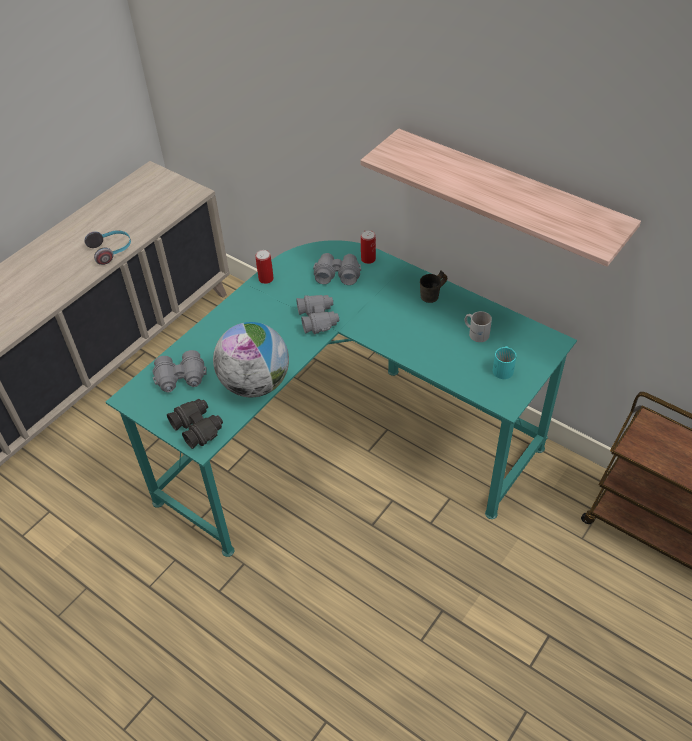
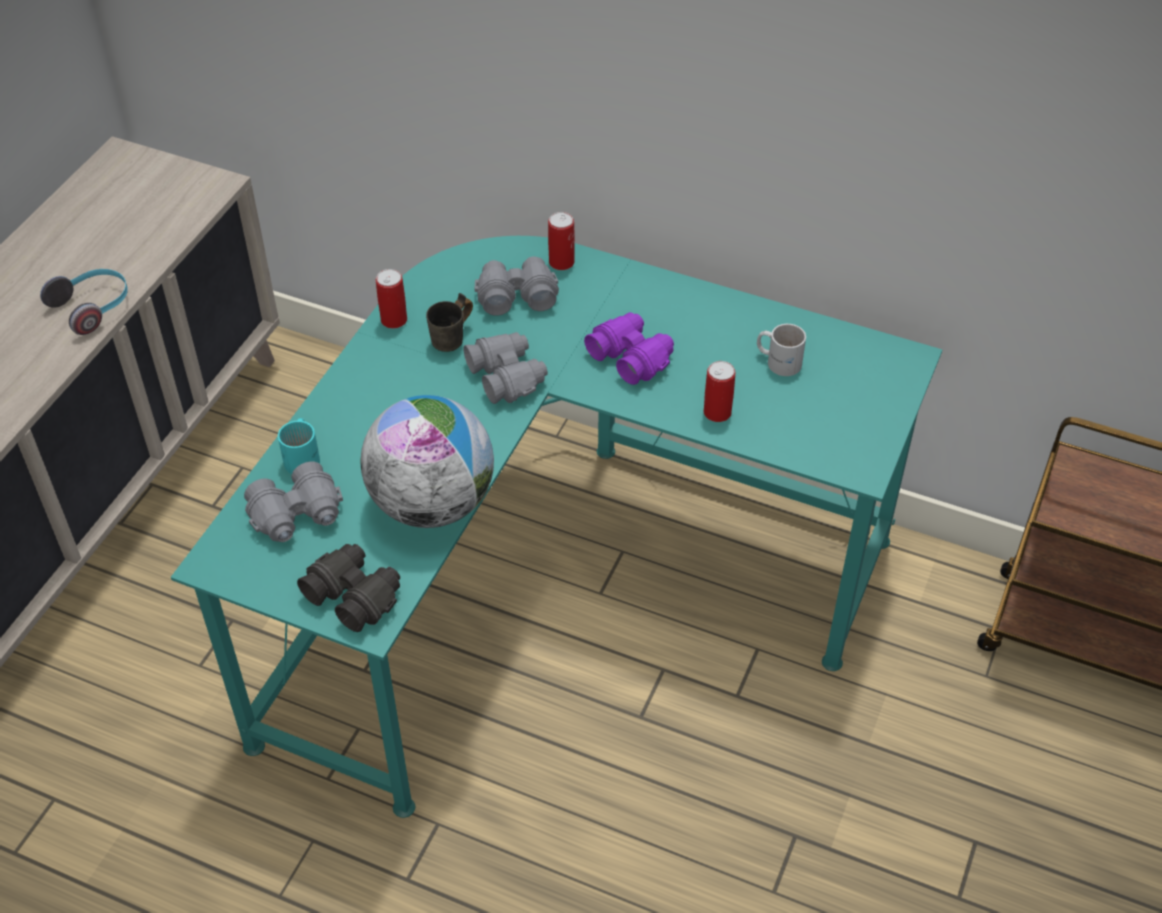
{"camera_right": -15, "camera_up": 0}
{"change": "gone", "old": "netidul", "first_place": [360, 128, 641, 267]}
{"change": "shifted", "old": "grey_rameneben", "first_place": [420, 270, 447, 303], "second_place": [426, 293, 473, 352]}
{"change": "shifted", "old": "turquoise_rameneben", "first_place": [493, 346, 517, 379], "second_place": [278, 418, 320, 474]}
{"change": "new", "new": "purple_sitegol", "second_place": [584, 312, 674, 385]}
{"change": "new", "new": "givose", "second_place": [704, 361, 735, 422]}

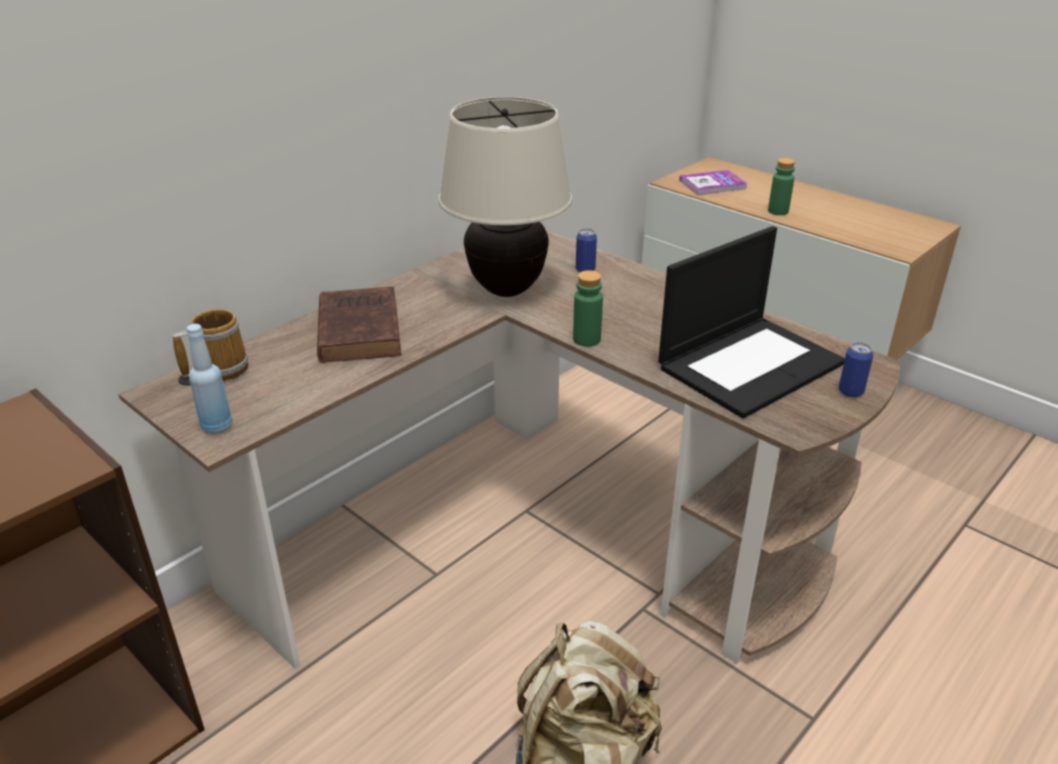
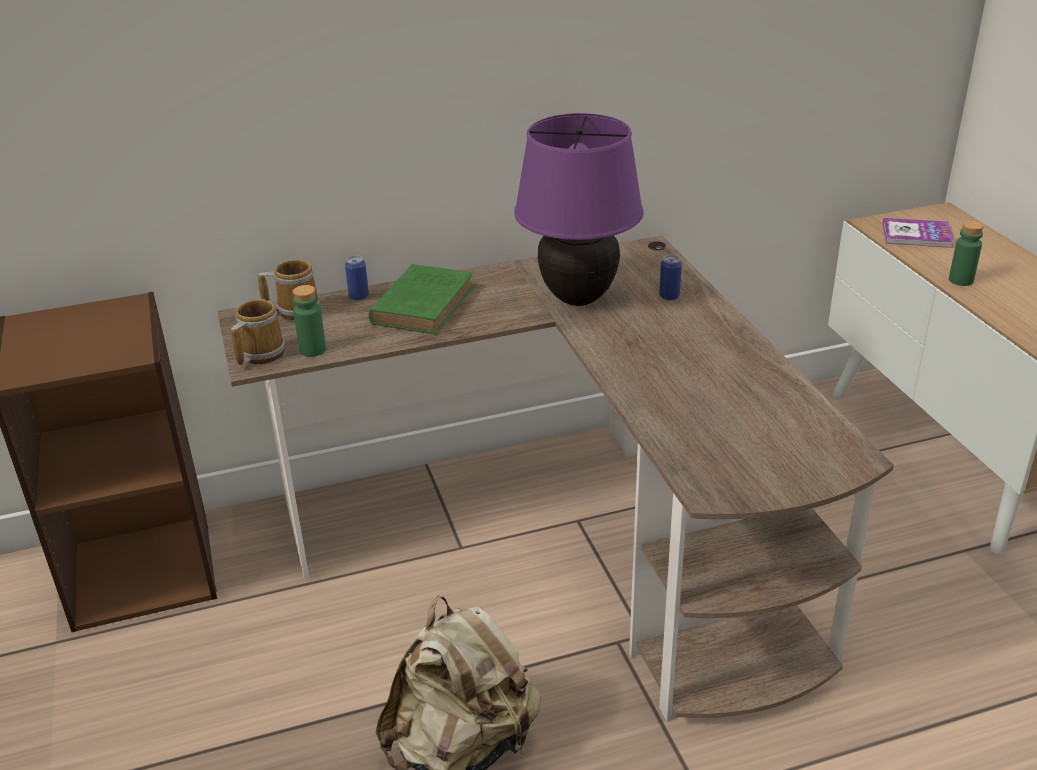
{"camera_right": 30, "camera_up": 0}
{"change": "swapped", "old": "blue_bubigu", "new": "rameneben", "first_place": [187, 324, 232, 434], "second_place": [231, 299, 285, 366]}
{"change": "repainted", "old": "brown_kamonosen", "new": "green_kamonosen", "first_place": [317, 287, 401, 363], "second_place": [369, 264, 474, 334]}
{"change": "repainted", "old": "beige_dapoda", "new": "purple_dapoda", "first_place": [439, 97, 572, 297], "second_place": [514, 113, 644, 306]}
{"change": "shifted", "old": "green_bubigu", "first_place": [573, 270, 603, 347], "second_place": [293, 285, 326, 357]}
{"change": "gone", "old": "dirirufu", "first_place": [658, 226, 845, 418]}
{"change": "shifted", "old": "givose", "first_place": [839, 342, 873, 398], "second_place": [345, 255, 369, 301]}

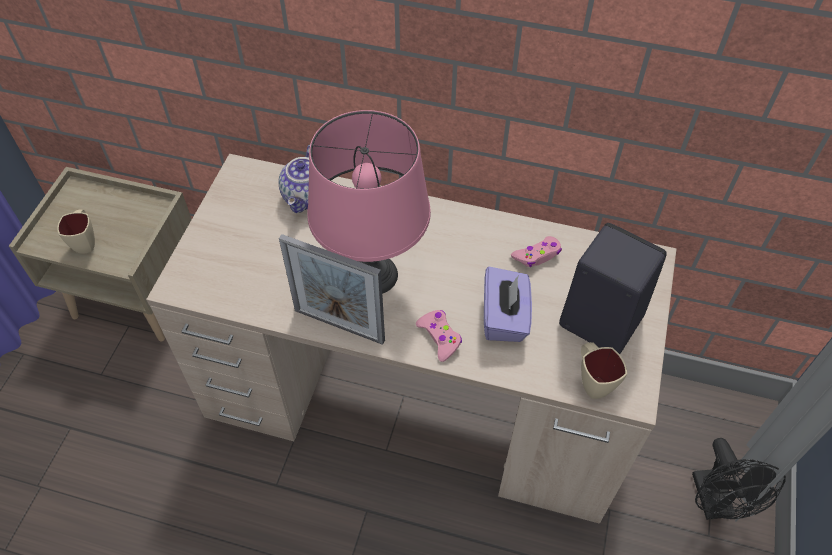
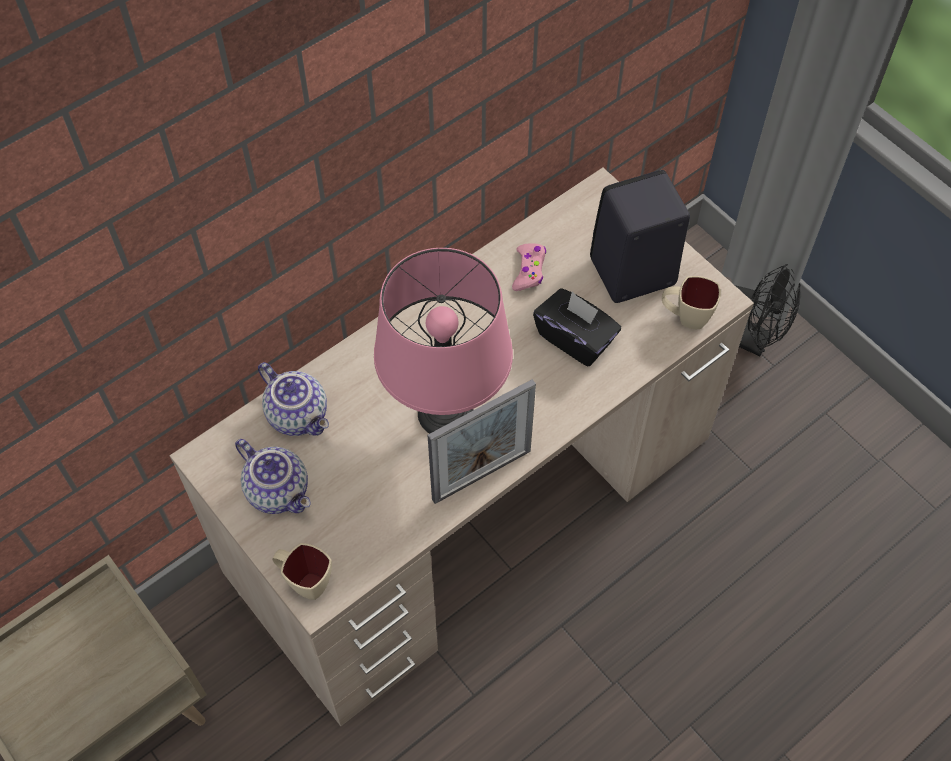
{"camera_right": -55, "camera_up": 5}
{"change": "shifted", "old": "beige_rameneben", "first_place": [57, 209, 95, 254], "second_place": [272, 543, 332, 600]}
{"change": "gone", "old": "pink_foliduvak", "first_place": [416, 310, 462, 362]}
{"change": "repainted", "old": "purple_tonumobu", "new": "black_tonumobu", "first_place": [484, 267, 532, 342], "second_place": [533, 288, 621, 367]}
{"change": "new", "new": "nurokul", "second_place": [235, 439, 311, 514]}

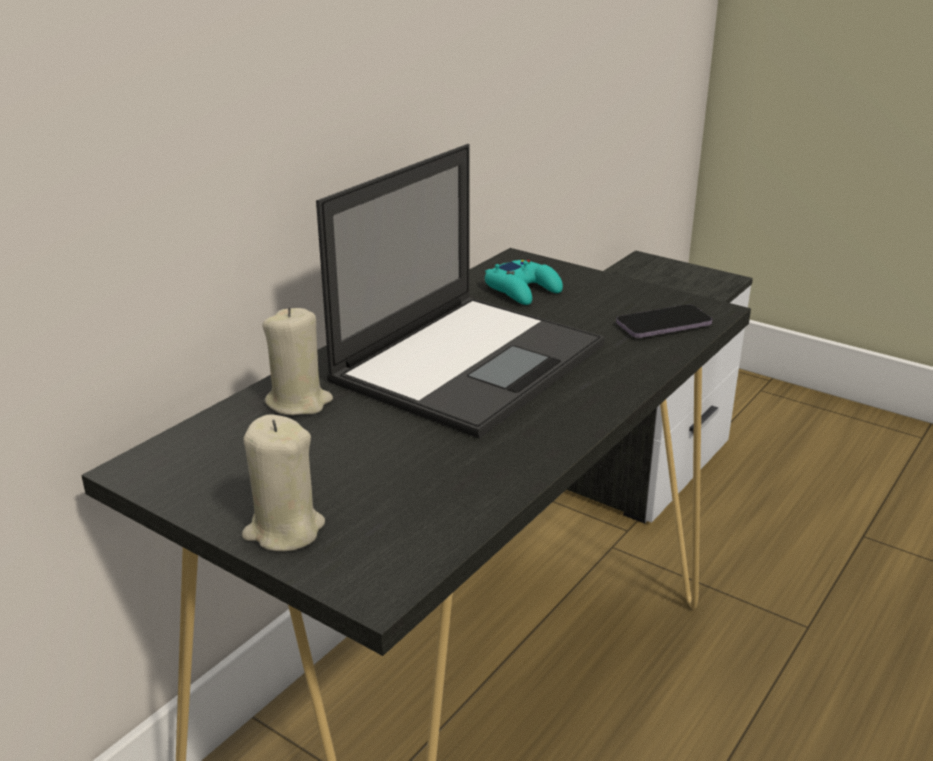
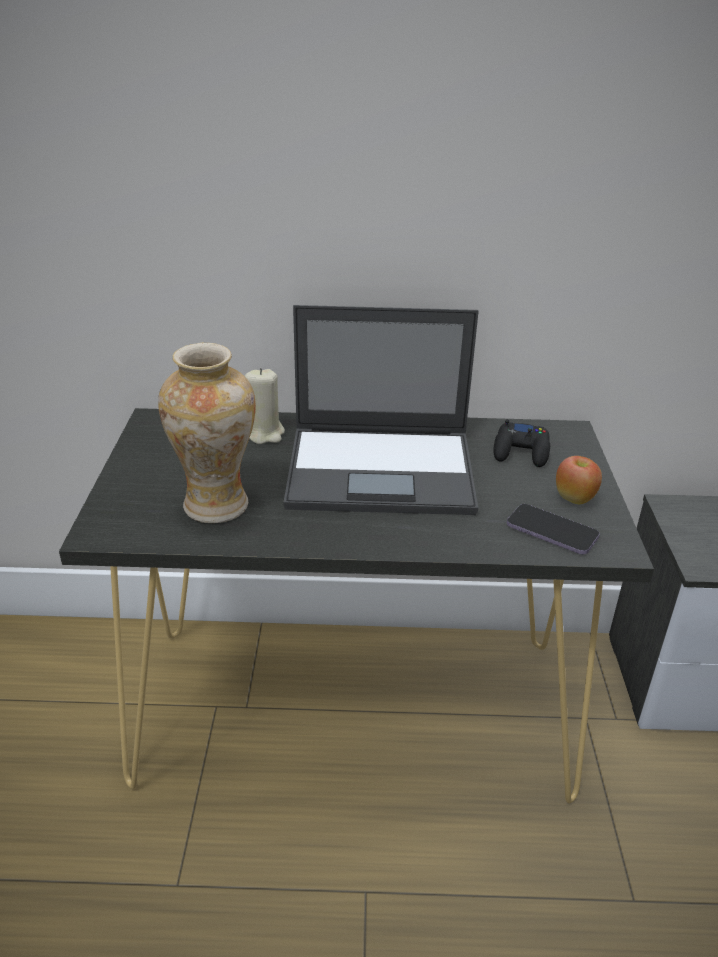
{"camera_right": 55, "camera_up": 5}
{"change": "gone", "old": "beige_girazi", "first_place": [242, 414, 325, 551]}
{"change": "repainted", "old": "turquoise_foliduvak", "new": "black_foliduvak", "first_place": [485, 260, 563, 305], "second_place": [493, 420, 550, 467]}
{"change": "new", "new": "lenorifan", "second_place": [158, 343, 256, 523]}
{"change": "new", "new": "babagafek", "second_place": [556, 456, 602, 504]}

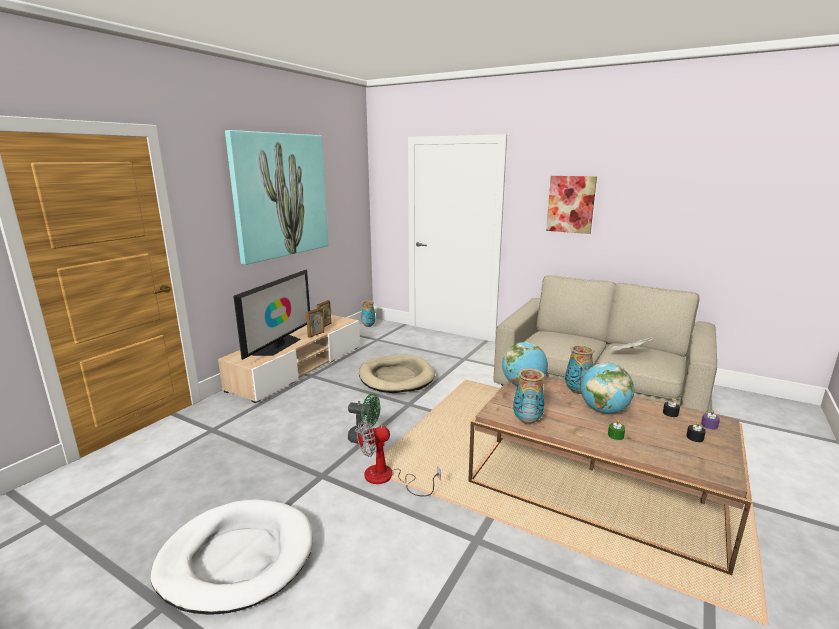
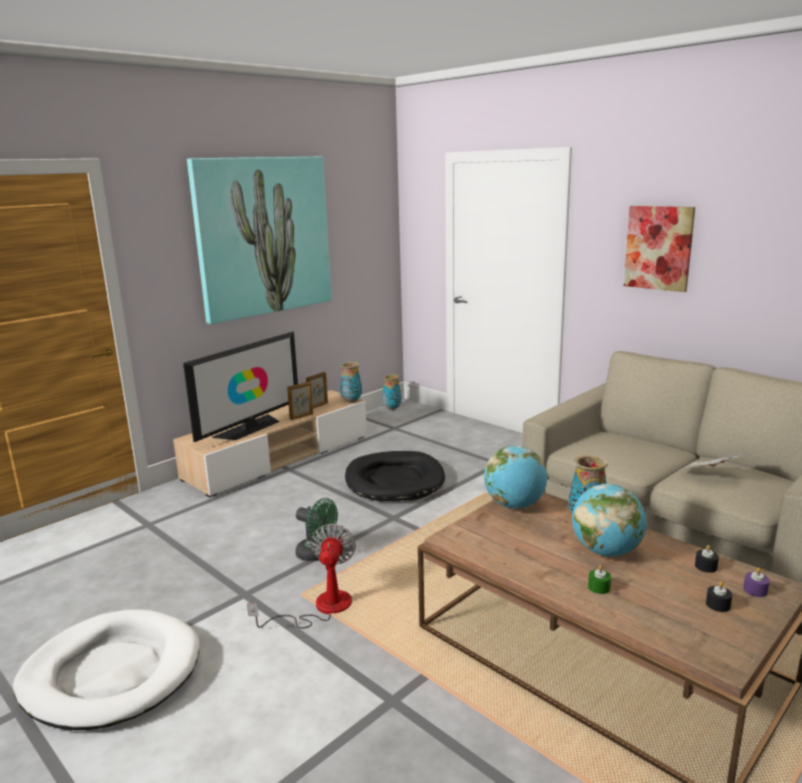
{"camera_right": 15, "camera_up": 0}
{"change": "rotated", "old": "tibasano", "first_place": [357, 420, 441, 496], "second_place": [247, 524, 356, 629], "degrees": 105}
{"change": "repainted", "old": "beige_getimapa", "new": "black_getimapa", "first_place": [359, 355, 435, 393], "second_place": [345, 451, 445, 502]}
{"change": "shifted", "old": "lenorifan", "first_place": [513, 368, 545, 424], "second_place": [340, 362, 362, 403]}

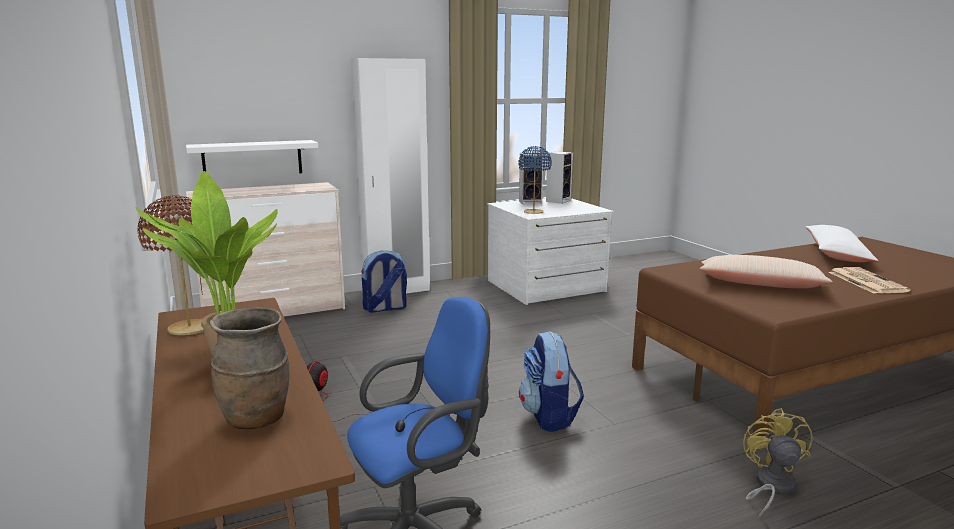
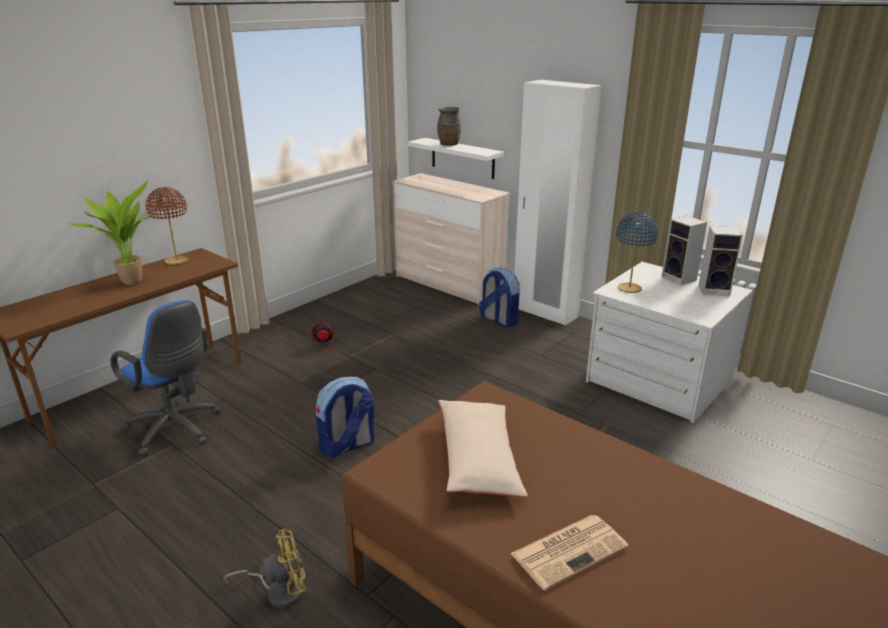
{"camera_right": 65, "camera_up": 10}
{"change": "shifted", "old": "brown_lenorifan", "first_place": [210, 307, 290, 429], "second_place": [437, 107, 461, 146]}
{"change": "gone", "old": "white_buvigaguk", "first_place": [805, 225, 878, 262]}

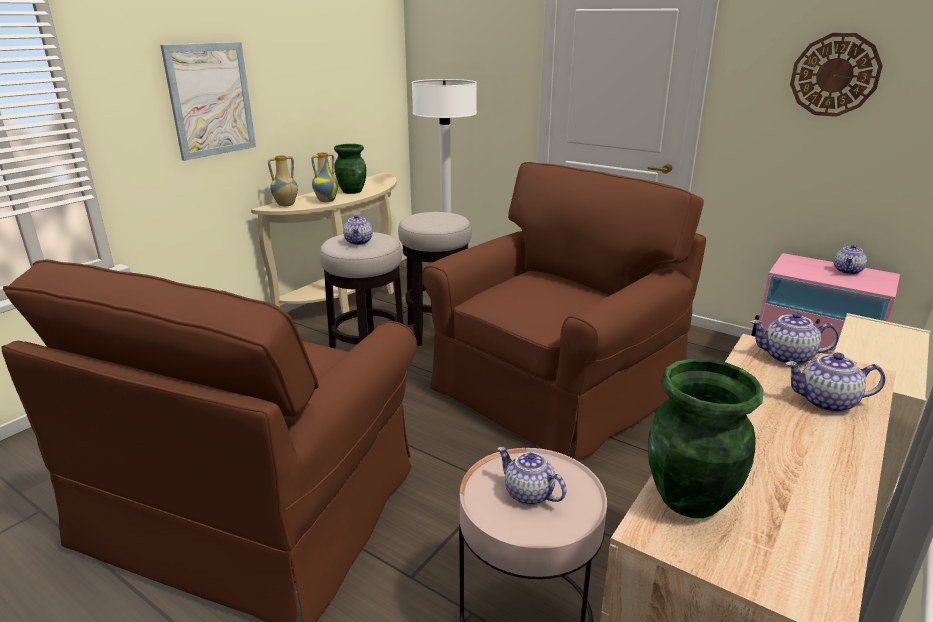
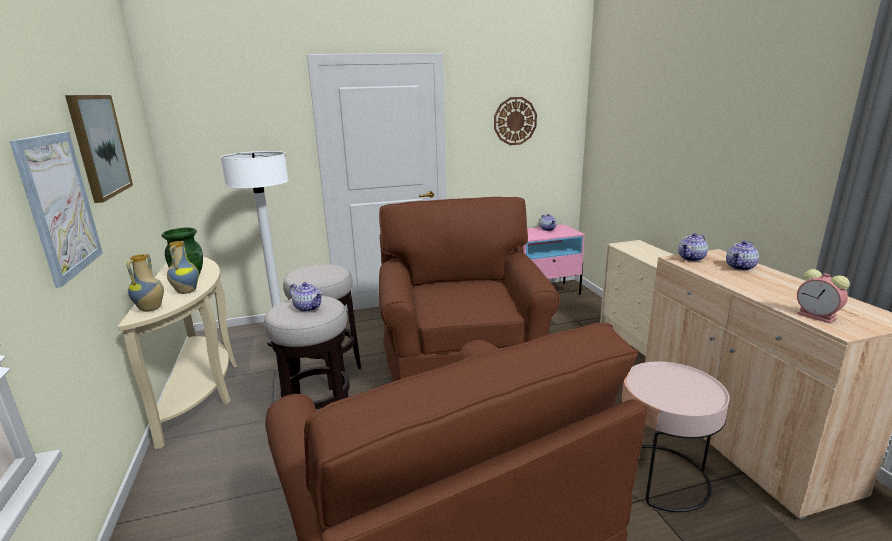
{"camera_right": -50, "camera_up": -5}
{"change": "gone", "old": "nurokul", "first_place": [497, 447, 567, 505]}
{"change": "swapped", "old": "green_lenorifan", "new": "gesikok", "first_place": [648, 358, 763, 518], "second_place": [797, 269, 850, 324]}
{"change": "new", "new": "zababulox", "second_place": [65, 95, 133, 203]}

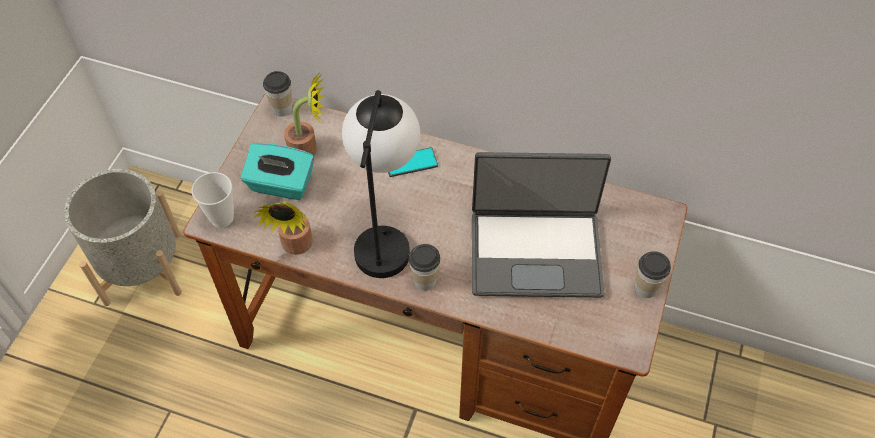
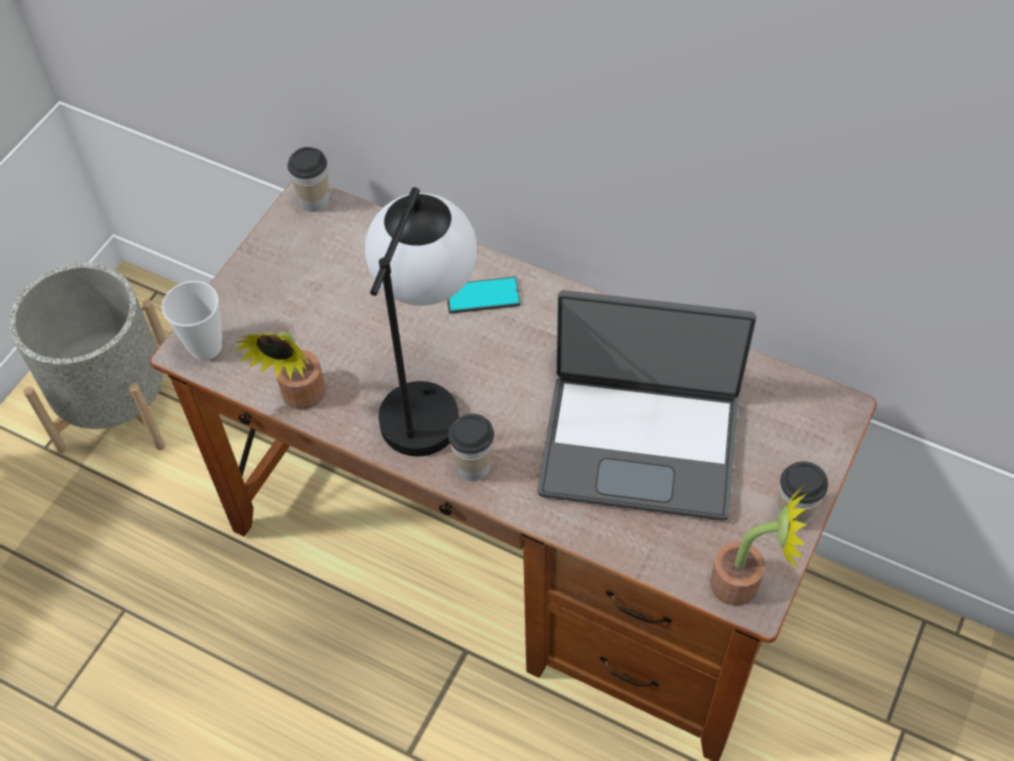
{"camera_right": 10, "camera_up": 0}
{"change": "gone", "old": "turquoise_tonumobu", "first_place": [241, 143, 314, 200]}
{"change": "shifted", "old": "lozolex", "first_place": [284, 74, 324, 156], "second_place": [710, 487, 807, 606]}

